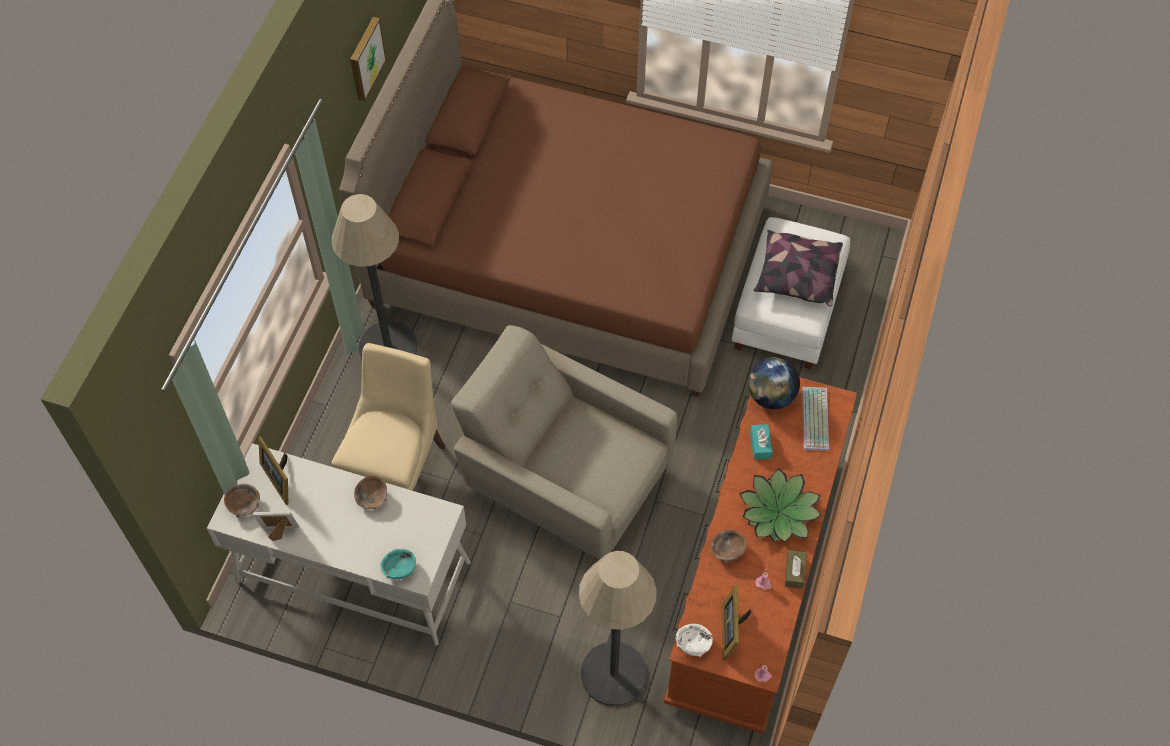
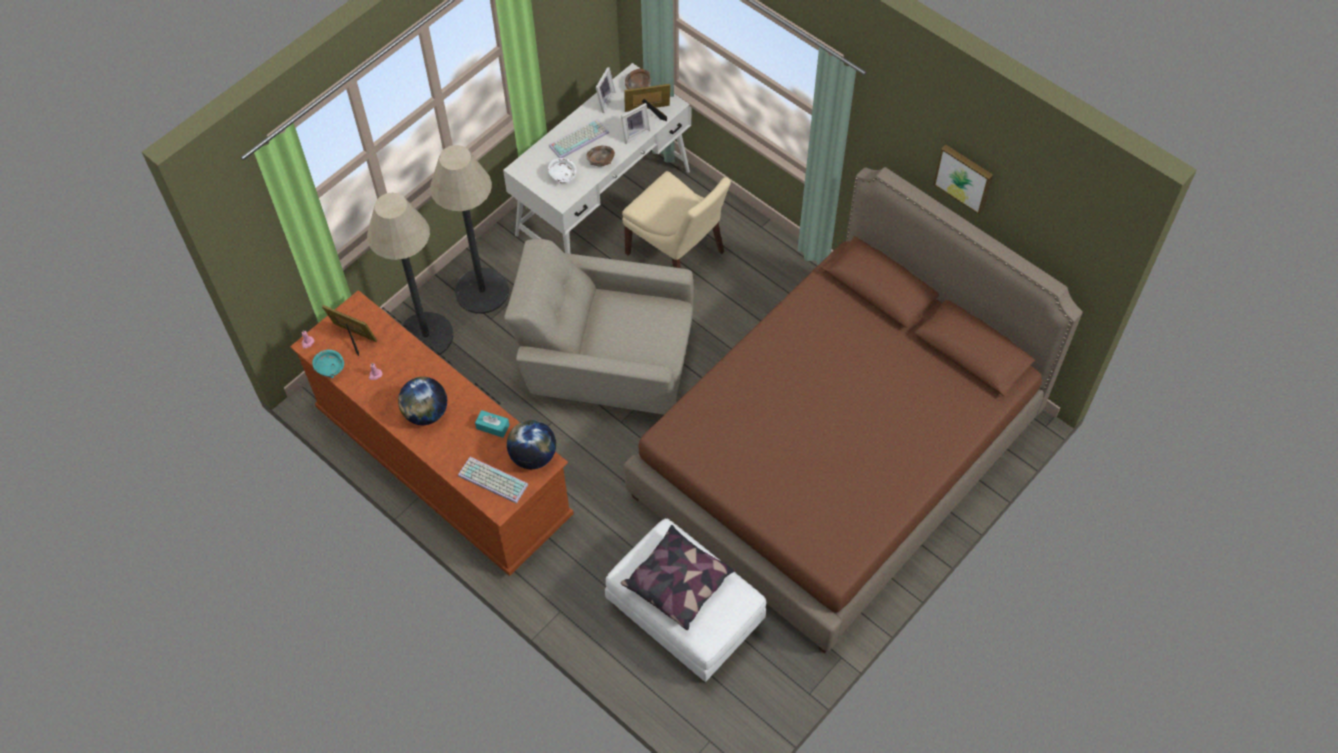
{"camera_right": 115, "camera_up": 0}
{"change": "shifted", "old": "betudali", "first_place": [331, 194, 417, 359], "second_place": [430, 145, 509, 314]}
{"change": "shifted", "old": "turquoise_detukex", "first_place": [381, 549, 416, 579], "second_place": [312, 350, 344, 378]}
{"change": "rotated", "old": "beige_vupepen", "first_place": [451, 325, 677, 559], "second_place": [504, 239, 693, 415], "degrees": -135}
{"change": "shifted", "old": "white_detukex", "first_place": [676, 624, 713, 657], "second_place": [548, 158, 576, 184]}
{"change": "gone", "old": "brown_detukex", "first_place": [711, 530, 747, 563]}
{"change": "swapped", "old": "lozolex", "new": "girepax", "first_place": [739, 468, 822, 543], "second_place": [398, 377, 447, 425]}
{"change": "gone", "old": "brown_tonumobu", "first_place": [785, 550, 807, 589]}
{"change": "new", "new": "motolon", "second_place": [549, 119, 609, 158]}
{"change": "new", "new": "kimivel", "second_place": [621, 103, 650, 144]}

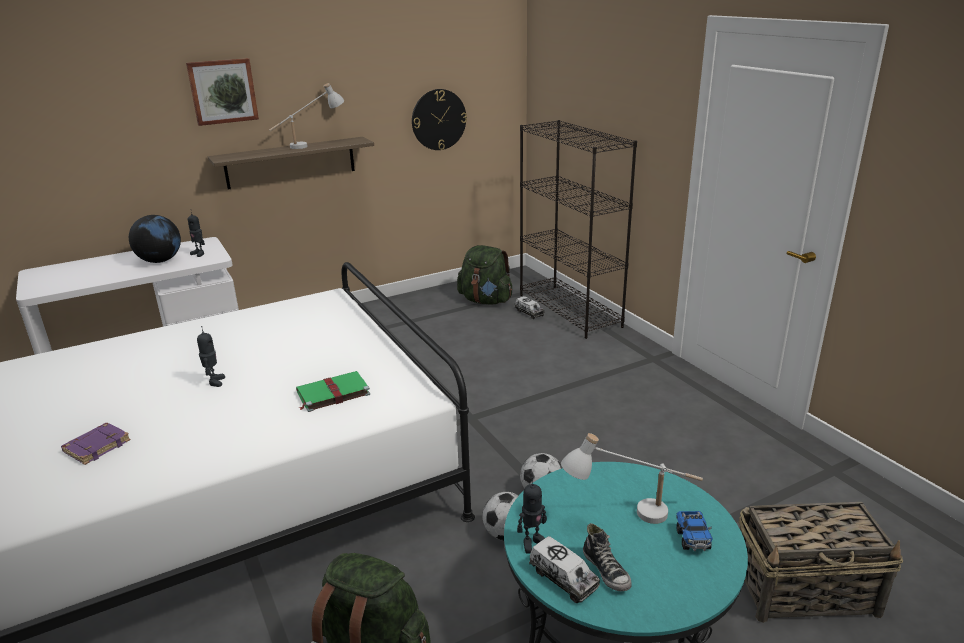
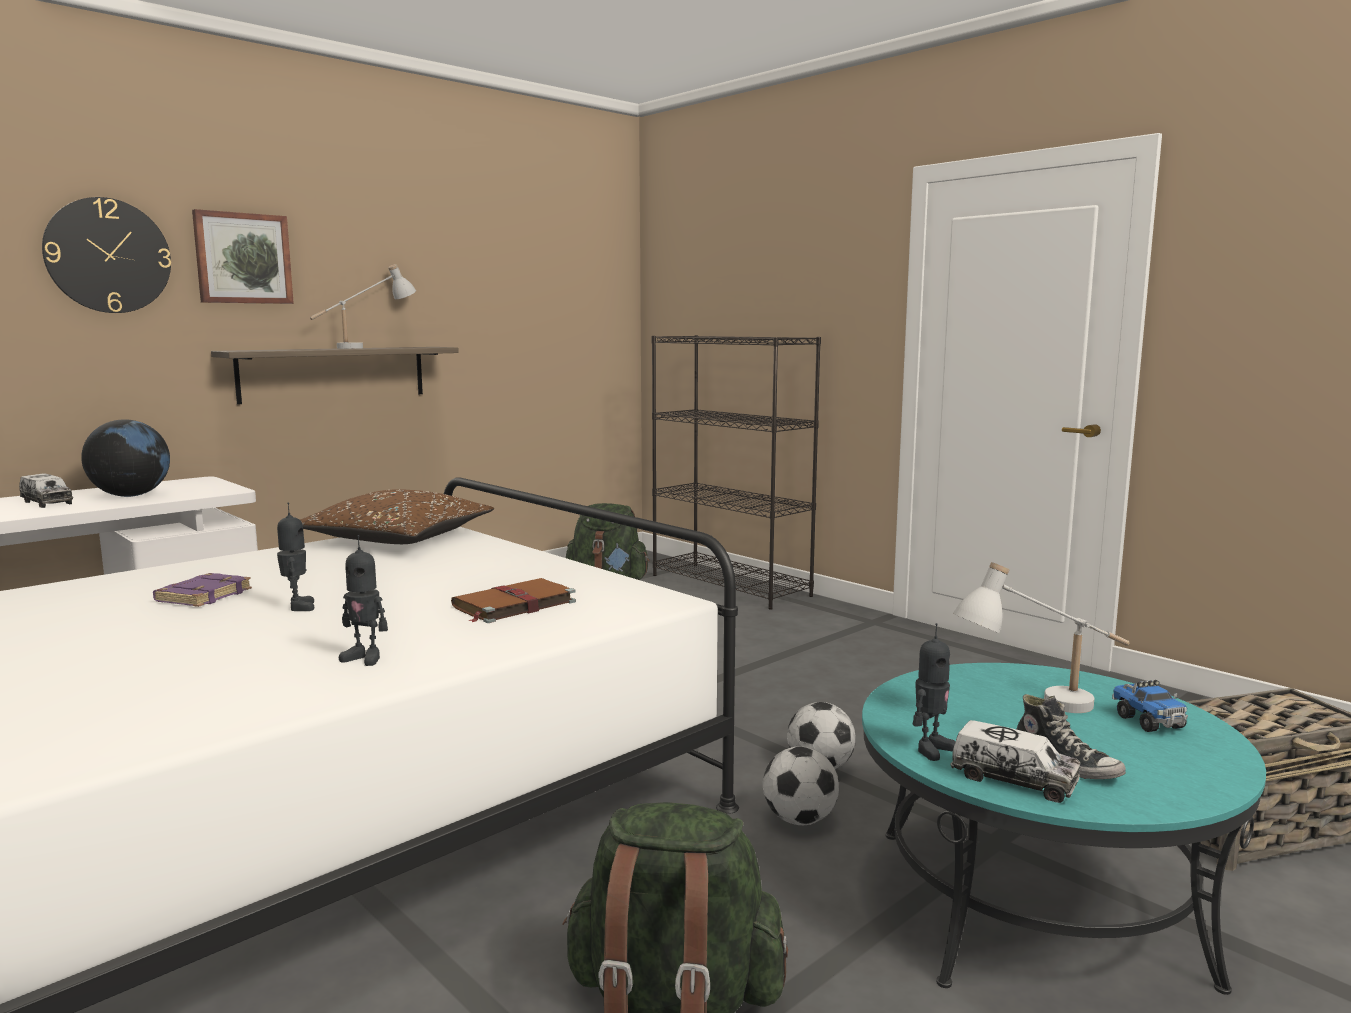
{"camera_right": -15, "camera_up": -15}
{"change": "shifted", "old": "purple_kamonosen", "first_place": [61, 423, 130, 465], "second_place": [153, 573, 252, 607]}
{"change": "shifted", "old": "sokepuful", "first_place": [188, 212, 205, 257], "second_place": [339, 535, 388, 666]}
{"change": "repainted", "old": "green_kamonosen", "new": "brown_kamonosen", "first_place": [296, 371, 370, 412], "second_place": [451, 578, 576, 623]}
{"change": "shifted", "old": "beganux", "first_place": [412, 89, 467, 150], "second_place": [42, 197, 171, 313]}
{"change": "shifted", "old": "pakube", "first_place": [515, 296, 545, 319], "second_place": [19, 473, 73, 508]}
{"change": "new", "new": "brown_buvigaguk", "second_place": [300, 490, 494, 544]}

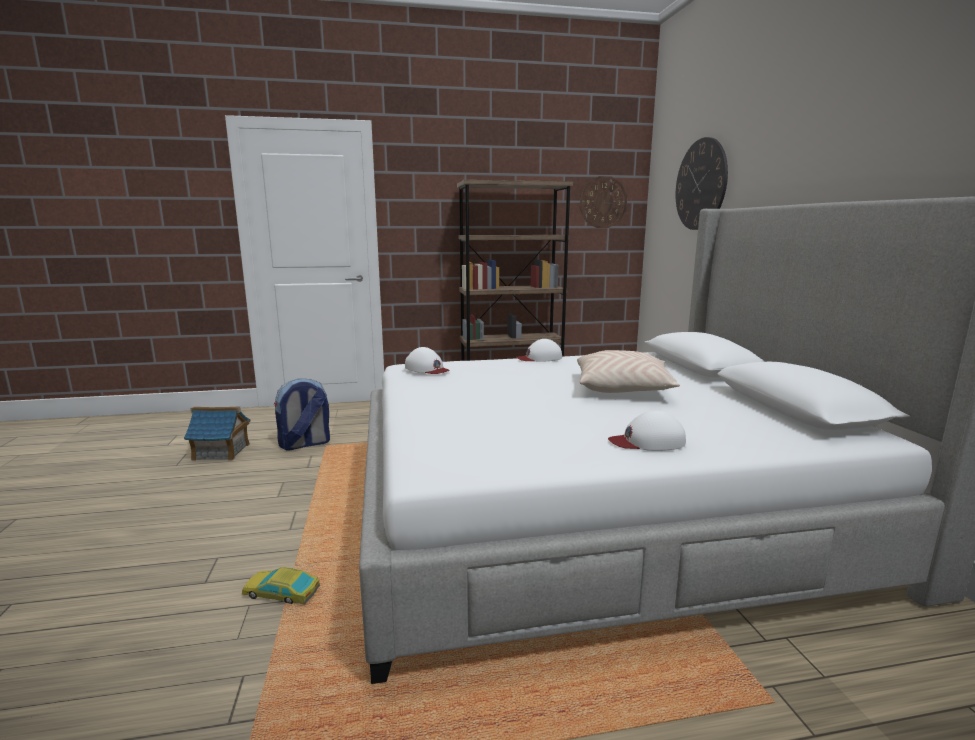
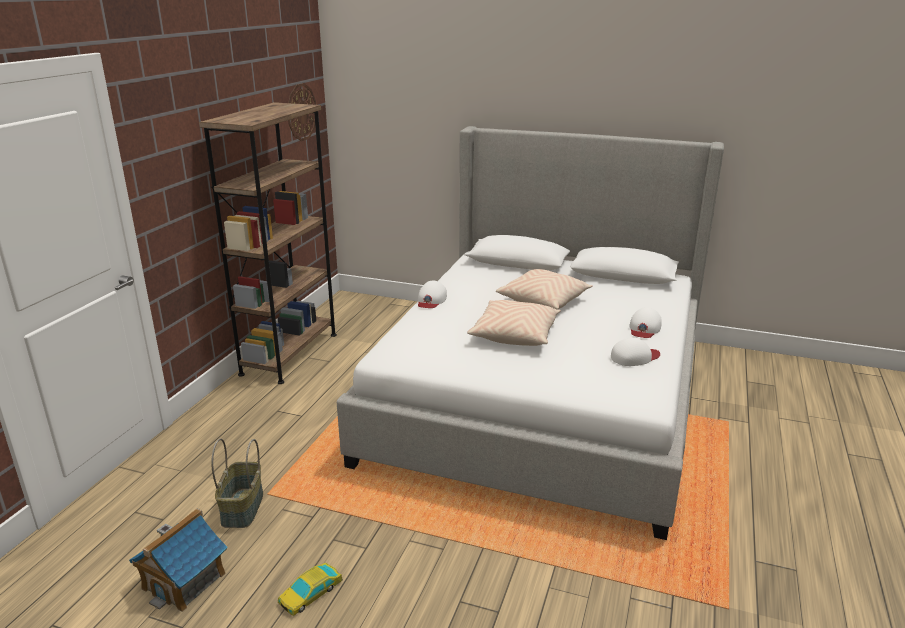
{"camera_right": -60, "camera_up": 10}
{"change": "shifted", "old": "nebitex", "first_place": [242, 567, 320, 604], "second_place": [278, 563, 343, 616]}
{"change": "swapped", "old": "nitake", "new": "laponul", "first_place": [274, 378, 330, 451], "second_place": [211, 439, 263, 528]}
{"change": "shifted", "old": "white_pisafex", "first_place": [405, 347, 450, 374], "second_place": [611, 337, 660, 366]}
{"change": "gone", "old": "beganux", "first_place": [676, 137, 728, 230]}
{"change": "new", "new": "beige_buvigaguk", "second_place": [467, 300, 561, 346]}

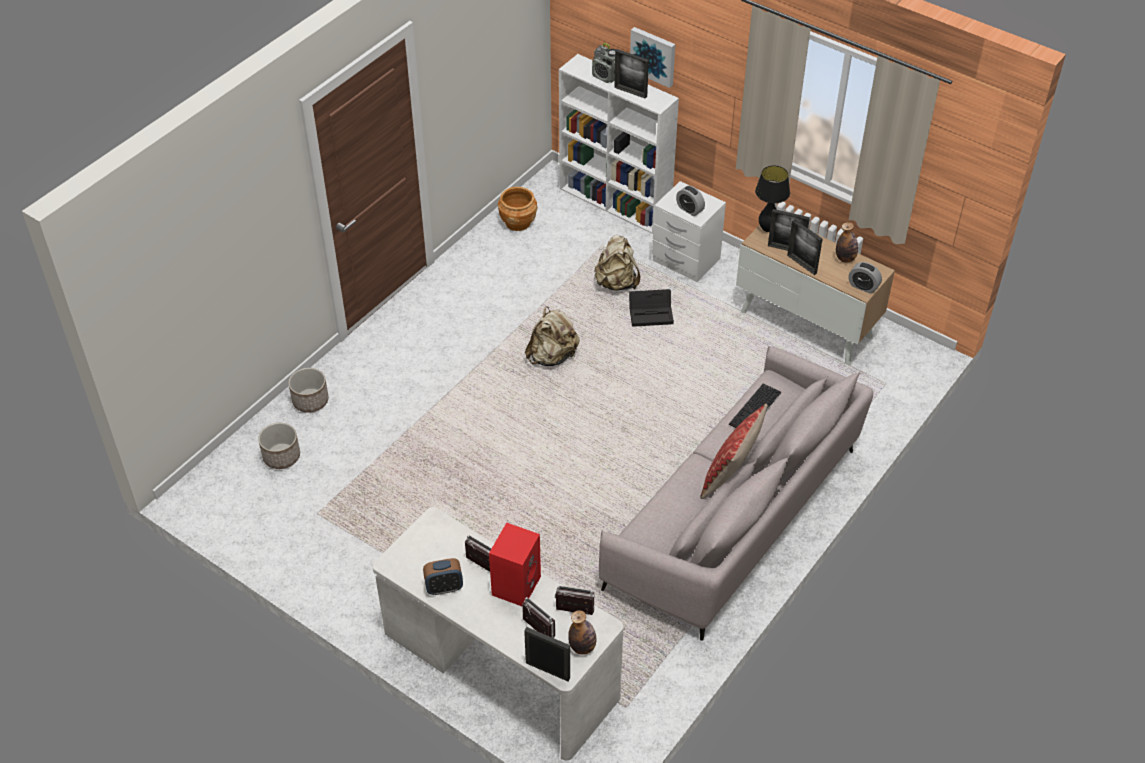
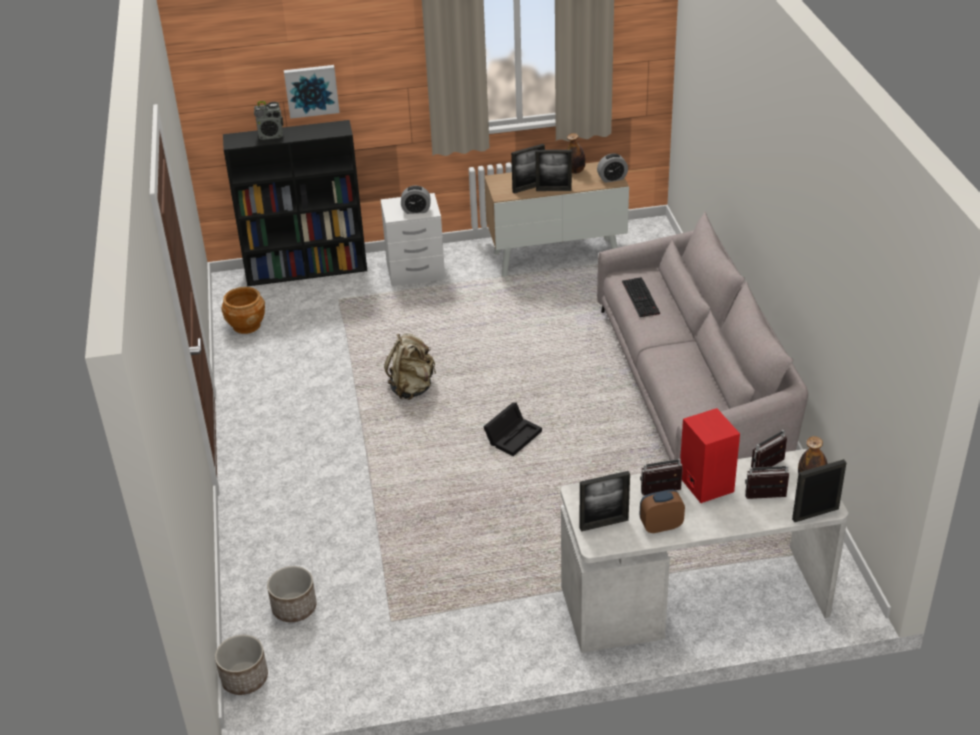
{"camera_right": -45, "camera_up": -10}
{"change": "shifted", "old": "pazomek", "first_place": [288, 368, 329, 413], "second_place": [215, 635, 268, 695]}
{"change": "rotated", "old": "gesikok", "first_place": [423, 558, 463, 595], "second_place": [640, 490, 685, 533], "degrees": -135}
{"change": "repainted", "old": "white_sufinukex", "new": "black_sufinukex", "first_place": [559, 54, 679, 234], "second_place": [223, 120, 367, 286]}
{"change": "gone", "old": "beige_nitake", "first_place": [594, 235, 640, 291]}
{"change": "shifted", "old": "kimivel", "first_place": [614, 49, 649, 99], "second_place": [579, 471, 630, 532]}
{"change": "shifted", "old": "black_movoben", "first_place": [629, 289, 674, 327], "second_place": [483, 402, 542, 456]}
{"change": "gone", "old": "buvigaguk", "first_place": [700, 404, 768, 499]}
{"change": "gone", "old": "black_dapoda", "first_place": [755, 165, 790, 232]}

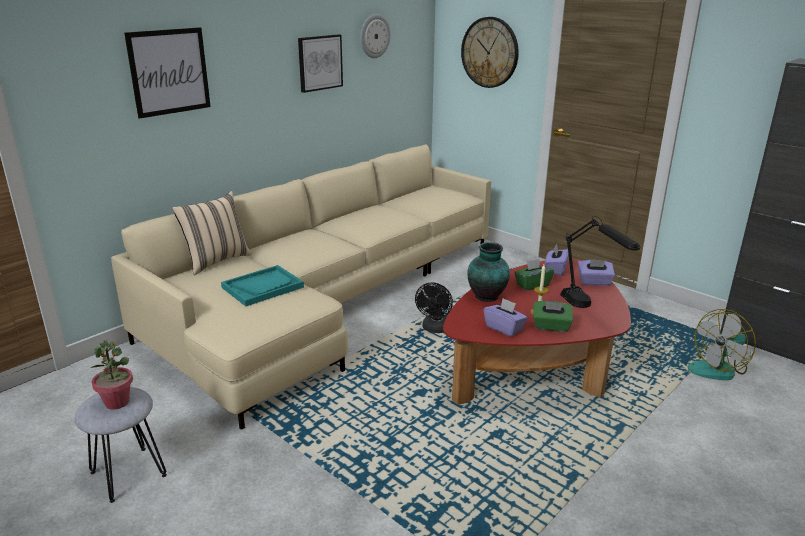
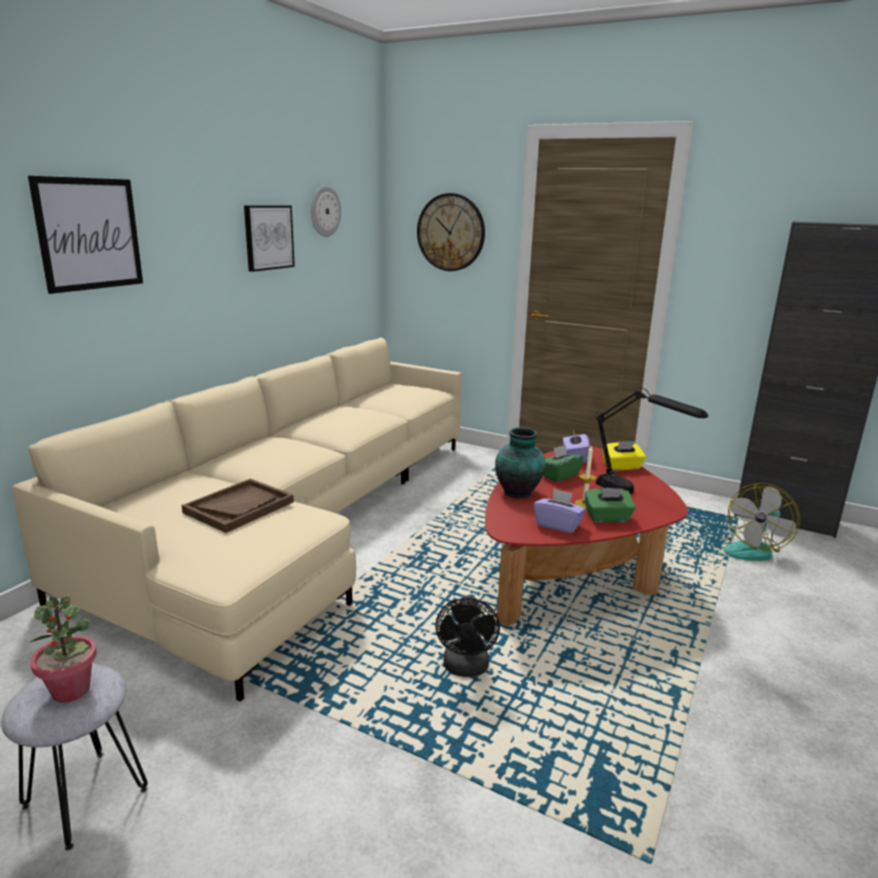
{"camera_right": -15, "camera_up": -5}
{"change": "gone", "old": "beige_buvigaguk", "first_place": [172, 191, 252, 275]}
{"change": "repainted", "old": "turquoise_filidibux", "new": "brown_filidibux", "first_place": [221, 265, 304, 306], "second_place": [182, 478, 294, 533]}
{"change": "shifted", "old": "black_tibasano", "first_place": [415, 282, 453, 333], "second_place": [435, 595, 500, 677]}
{"change": "repainted", "old": "purple_tonumobu", "new": "yellow_tonumobu", "first_place": [578, 259, 615, 286], "second_place": [602, 441, 646, 471]}

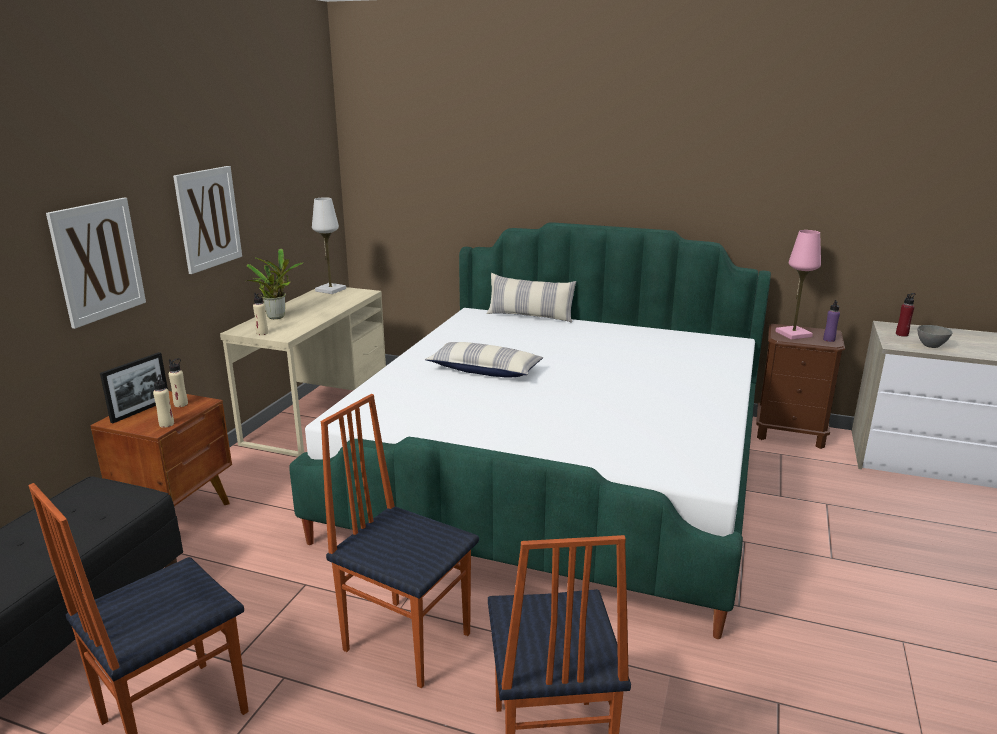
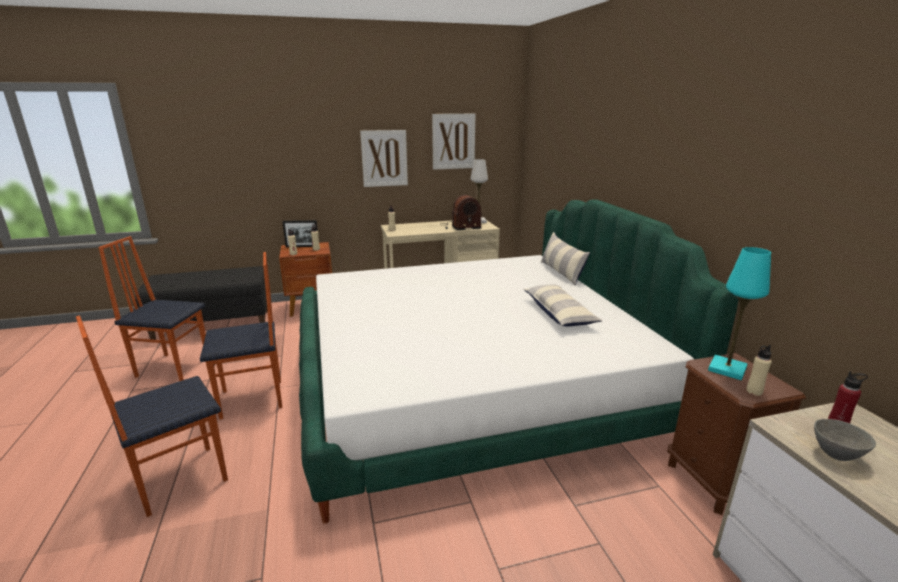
{"camera_right": 55, "camera_up": 0}
{"change": "shifted", "old": "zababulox", "first_place": [46, 198, 146, 329], "second_place": [432, 114, 475, 170]}
{"change": "gone", "old": "lozolex", "first_place": [247, 249, 304, 319]}
{"change": "rotated", "old": "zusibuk", "first_place": [321, 394, 479, 688], "second_place": [200, 252, 282, 419], "degrees": 75}
{"change": "shifted", "old": "buvigaguk", "first_place": [425, 342, 543, 378], "second_place": [523, 284, 602, 327]}
{"change": "repainted", "old": "pink_dapoda", "new": "turquoise_dapoda", "first_place": [775, 230, 821, 340], "second_place": [708, 247, 771, 380]}
{"change": "repainted", "old": "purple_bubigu", "new": "beige_bubigu", "first_place": [823, 300, 840, 342], "second_place": [746, 345, 772, 396]}
{"change": "new", "new": "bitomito", "second_place": [442, 195, 482, 230]}

